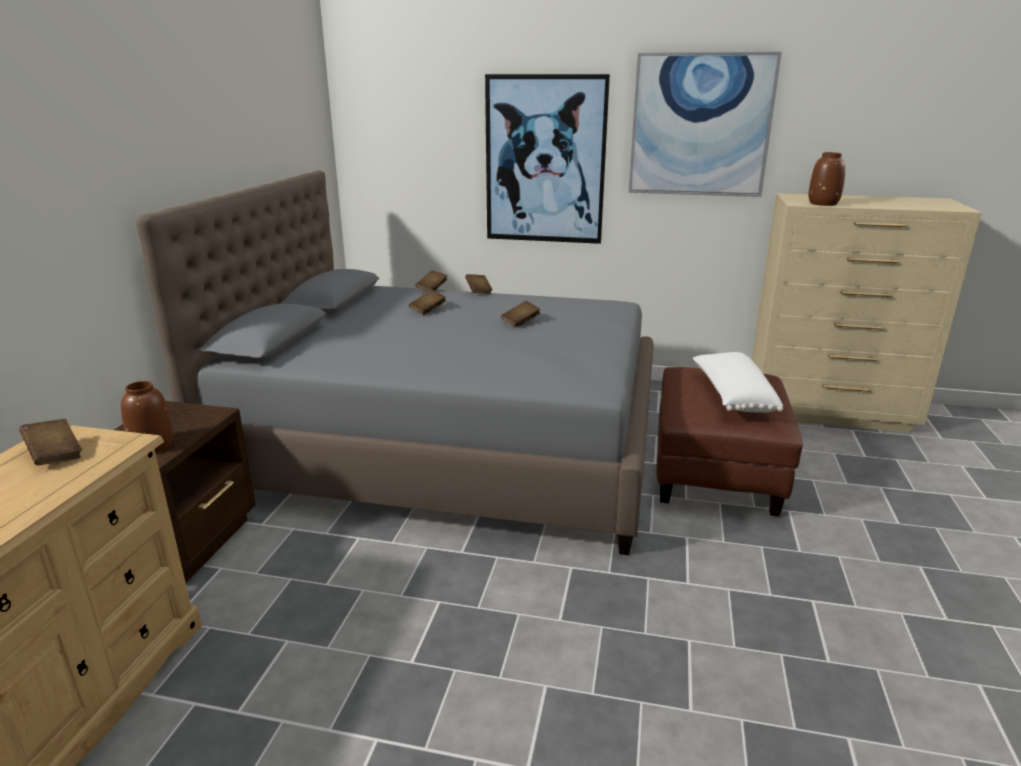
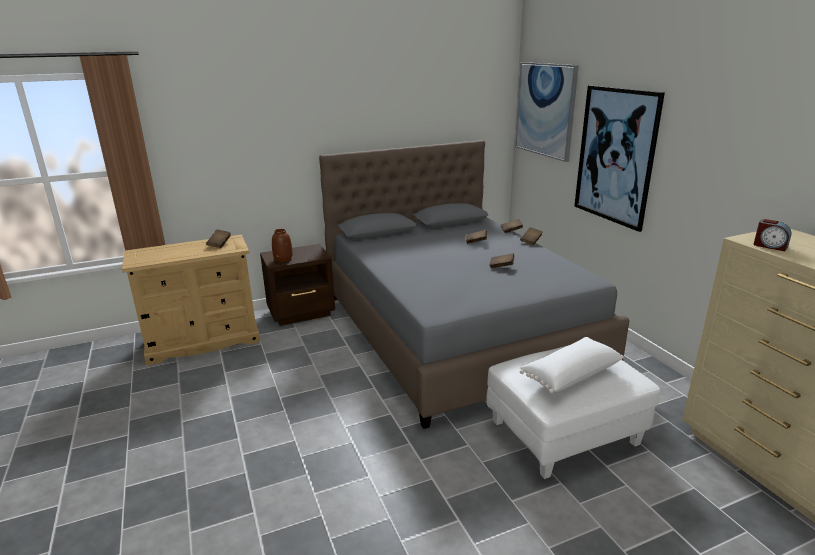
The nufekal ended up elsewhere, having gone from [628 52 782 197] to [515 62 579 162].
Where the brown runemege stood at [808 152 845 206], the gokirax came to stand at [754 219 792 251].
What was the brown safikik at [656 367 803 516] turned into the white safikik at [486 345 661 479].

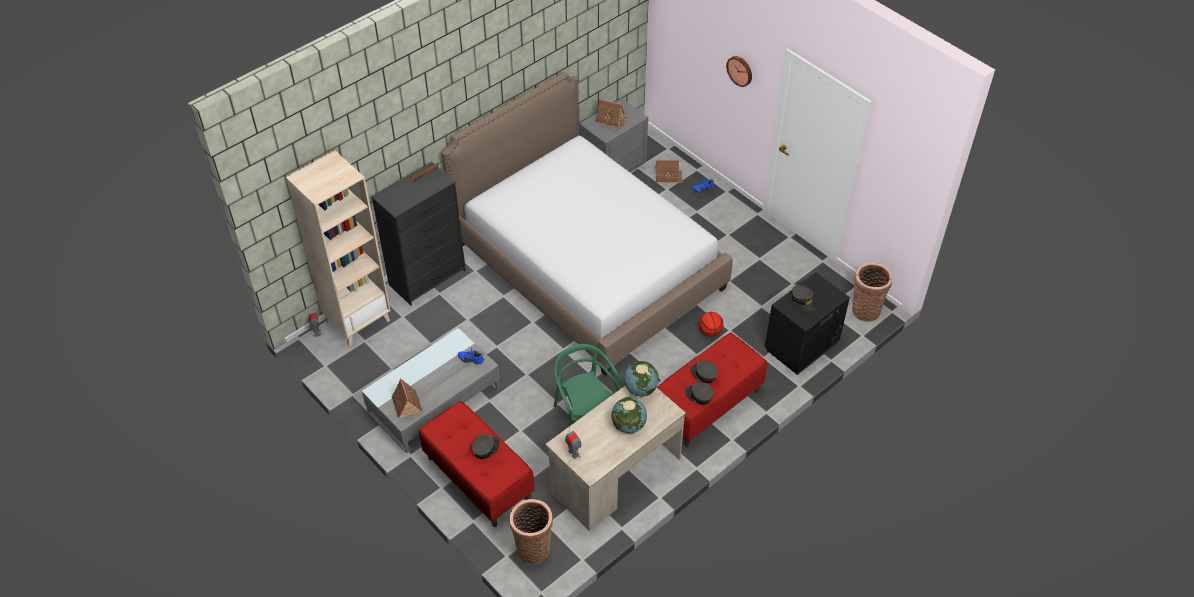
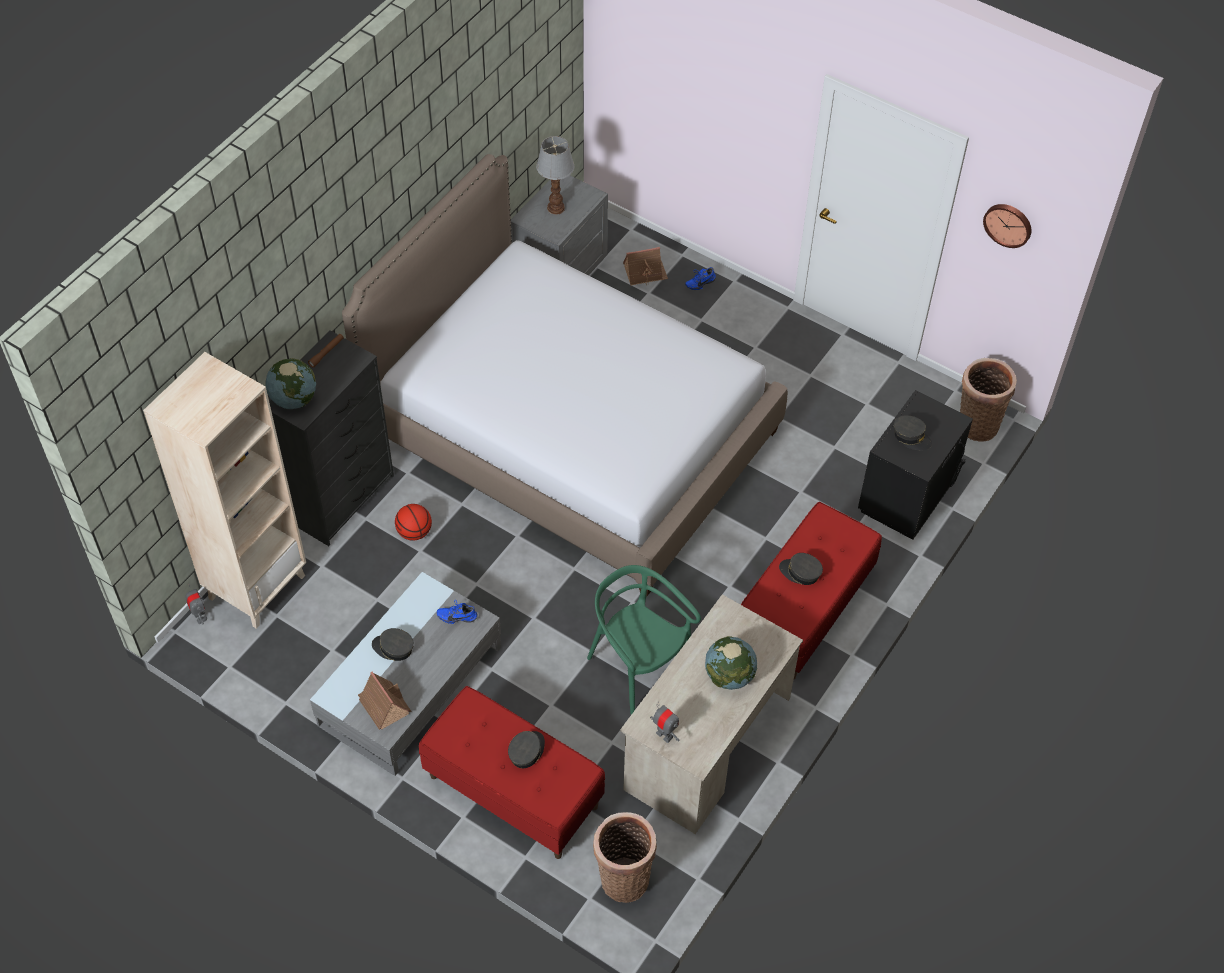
The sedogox ended up elsewhere, having gone from [624 361 659 396] to [265 358 316 409].
The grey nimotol ended up elsewhere, having gone from [685 382 714 405] to [372 628 414 661].
The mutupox ended up elsewhere, having gone from [699 312 724 337] to [395 504 432 541].
The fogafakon ended up elsewhere, having gone from [726 56 752 87] to [983 204 1032 248].
Where the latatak stood at [596 99 628 129], the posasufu came to stand at [536 136 574 215].

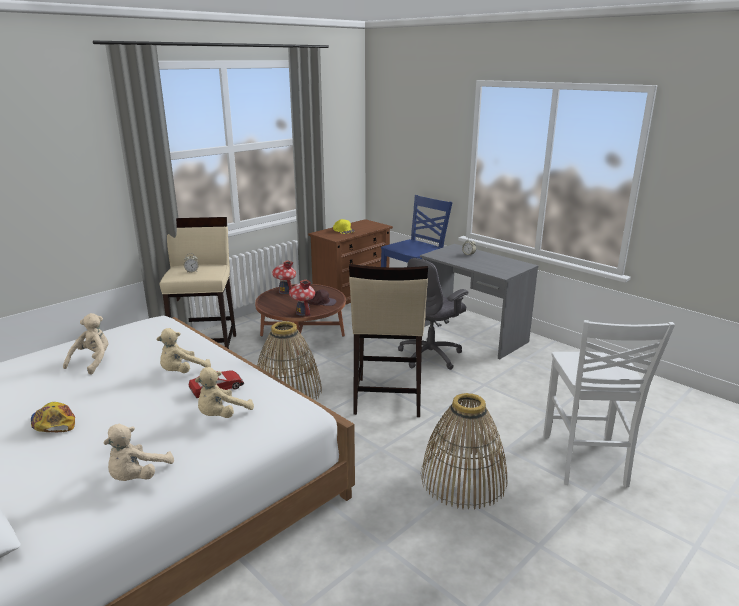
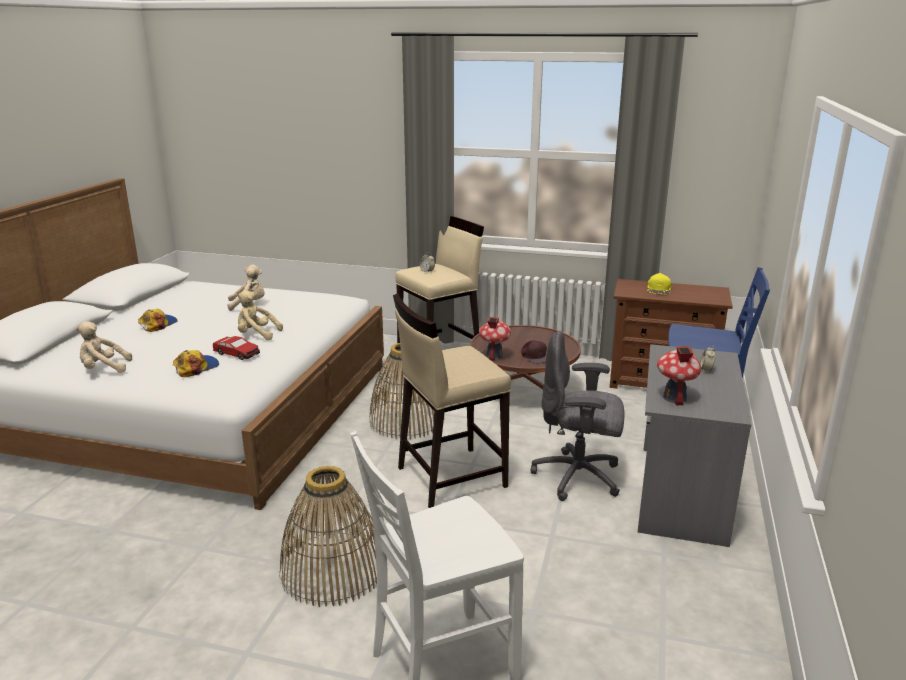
The latatak ended up elsewhere, having gone from [272 260 296 294] to [657 346 701 405].
Where the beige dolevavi stood at [195 367 254 418], the nimotol came to stand at [173 350 219 377].

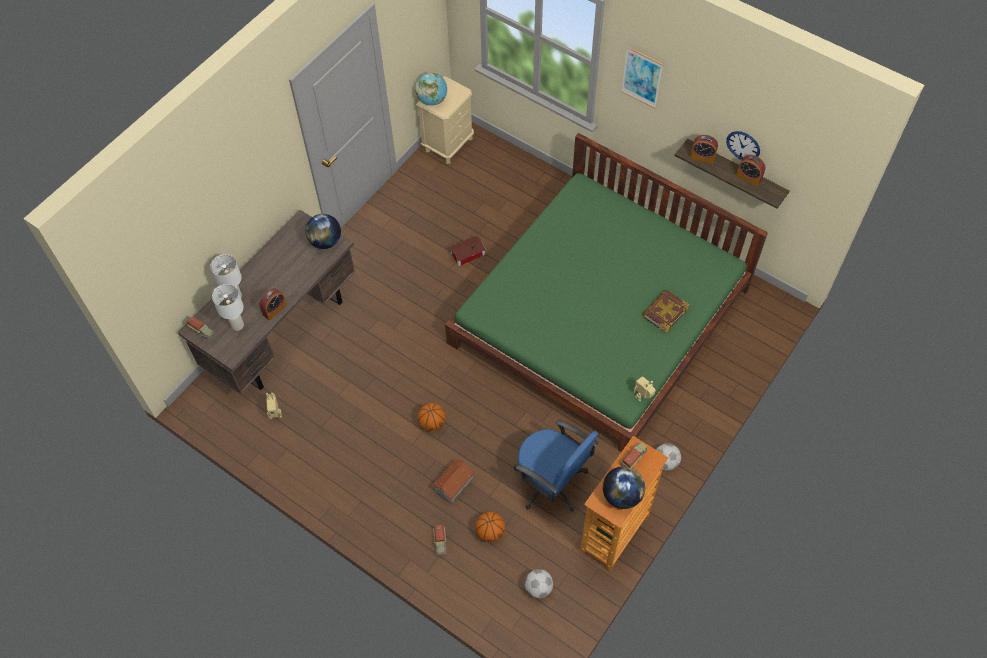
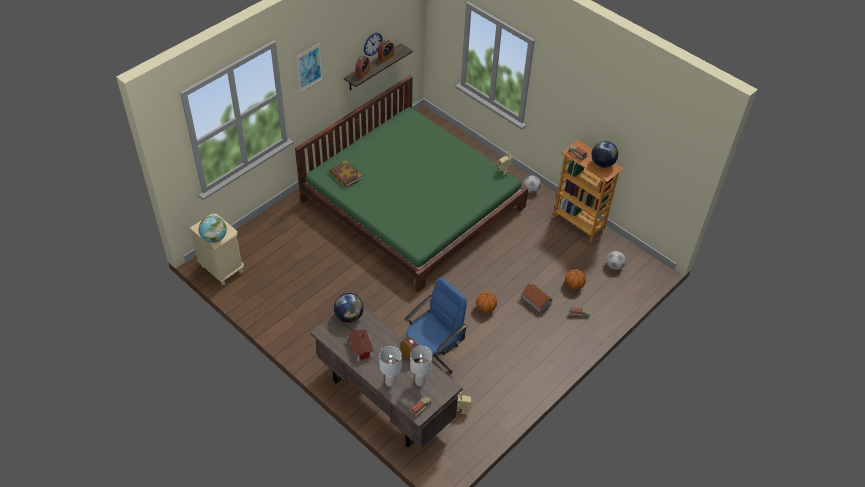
The latatak ended up elsewhere, having gone from [450 236 486 266] to [348 329 374 361].
The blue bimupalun ended up elsewhere, having gone from [514 420 599 512] to [405 277 467 374].
The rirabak ended up elsewhere, having gone from [642 290 689 333] to [329 161 362 188].

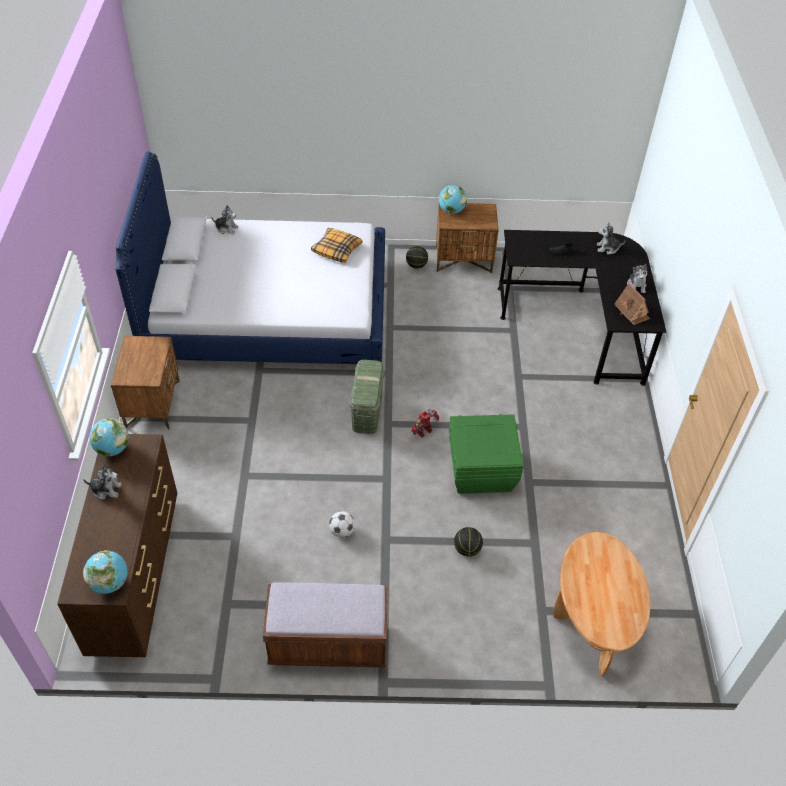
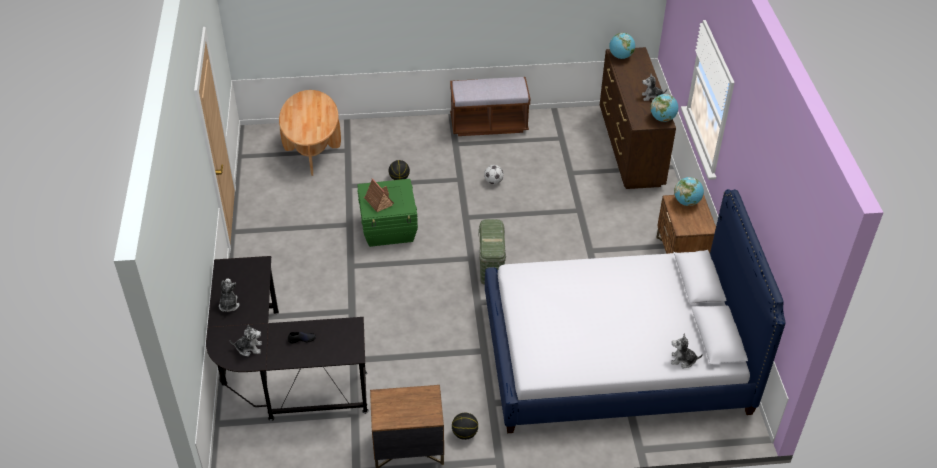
The second view lost the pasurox at [311 228 362 263].
The second view lost the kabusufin at [412 409 439 438].
The sedogox ended up elsewhere, having gone from [439 185 467 214] to [674 177 704 206].
The latatak ended up elsewhere, having gone from [614 283 650 325] to [364 178 394 212].

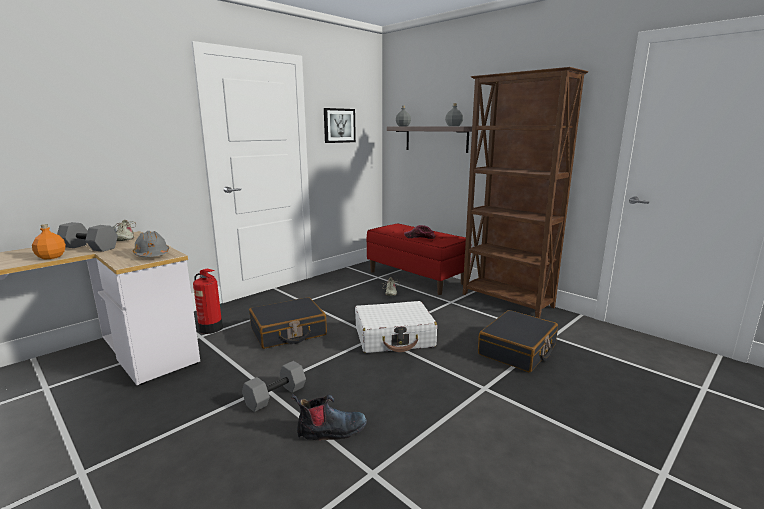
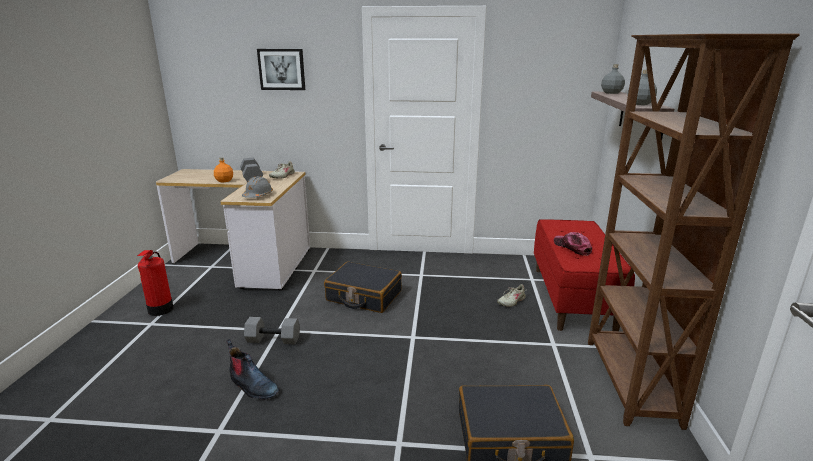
The second view lost the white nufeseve at [355 301 437 353].
The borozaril ended up elsewhere, having gone from [193 269 223 334] to [137 250 174 316].
The nufekal ended up elsewhere, having gone from [324 108 356 143] to [257 49 305 90].

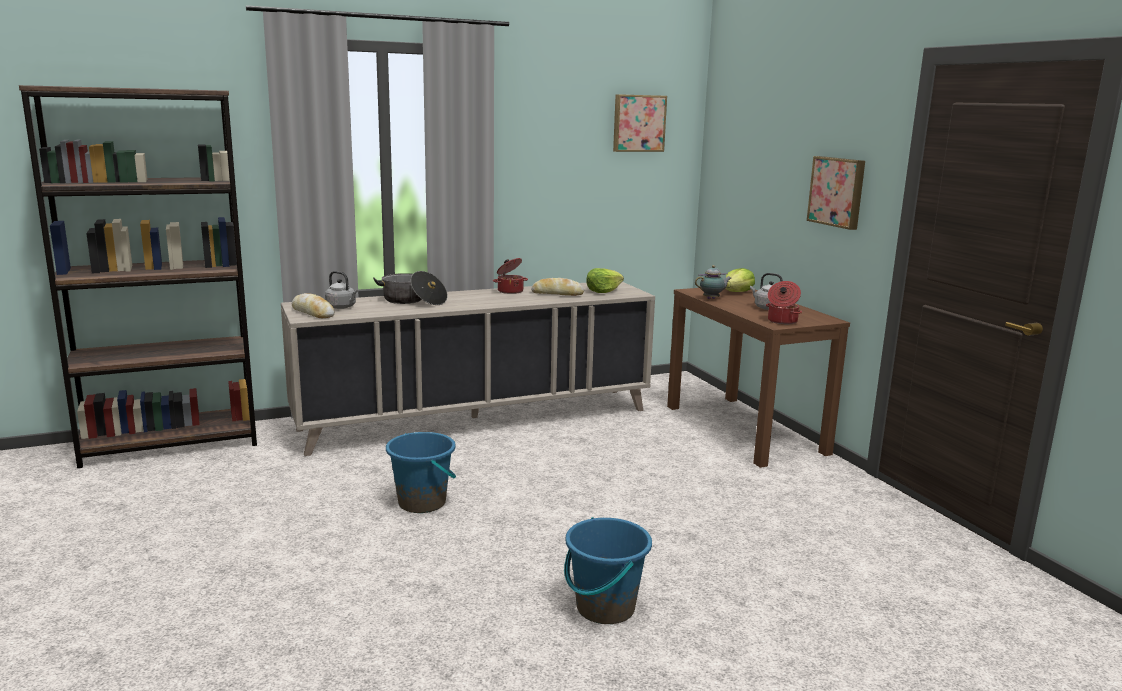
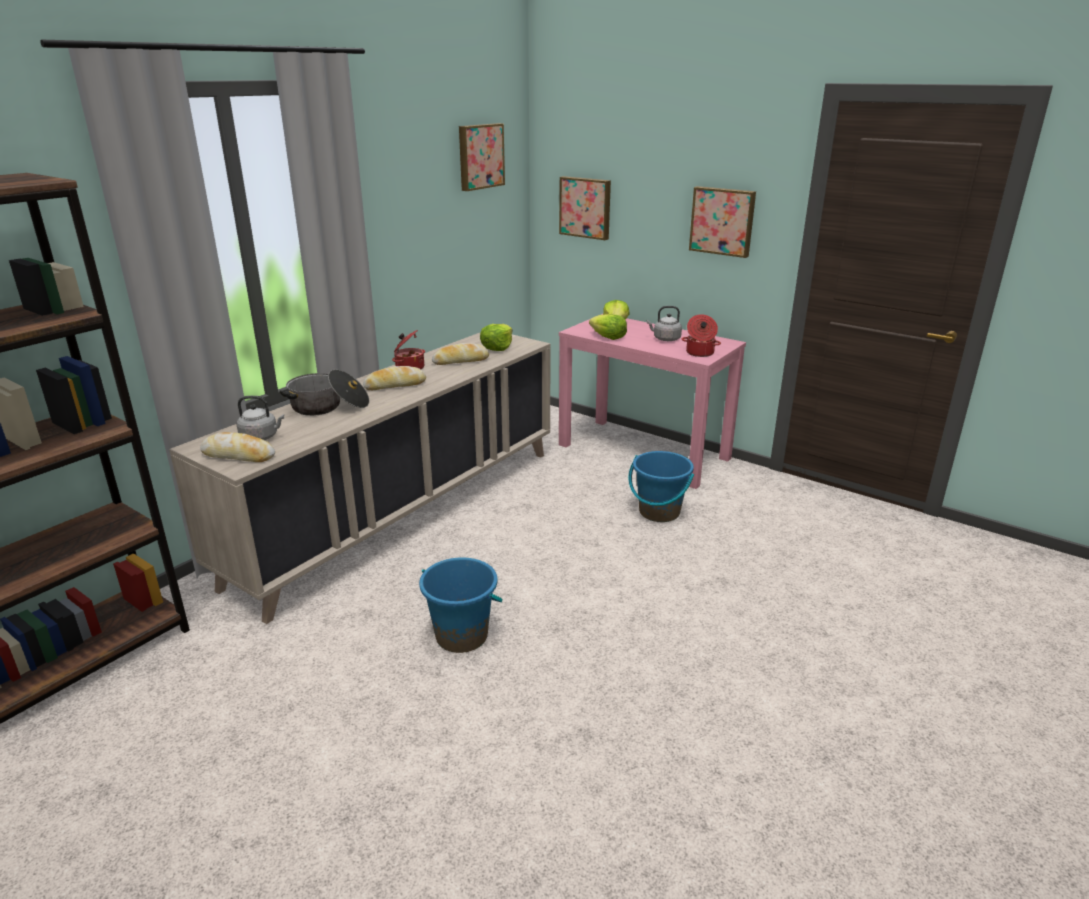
The second view gained the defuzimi at [363 366 426 390].
The second view gained the nufekal at [559 176 611 240].
The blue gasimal ended up elsewhere, having gone from [564 517 652 624] to [628 451 694 522].
Where the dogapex stood at [695 265 731 299], the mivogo came to stand at [589 314 627 340].
What was the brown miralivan at [667 288 850 468] turned into the pink miralivan at [559 314 746 489].

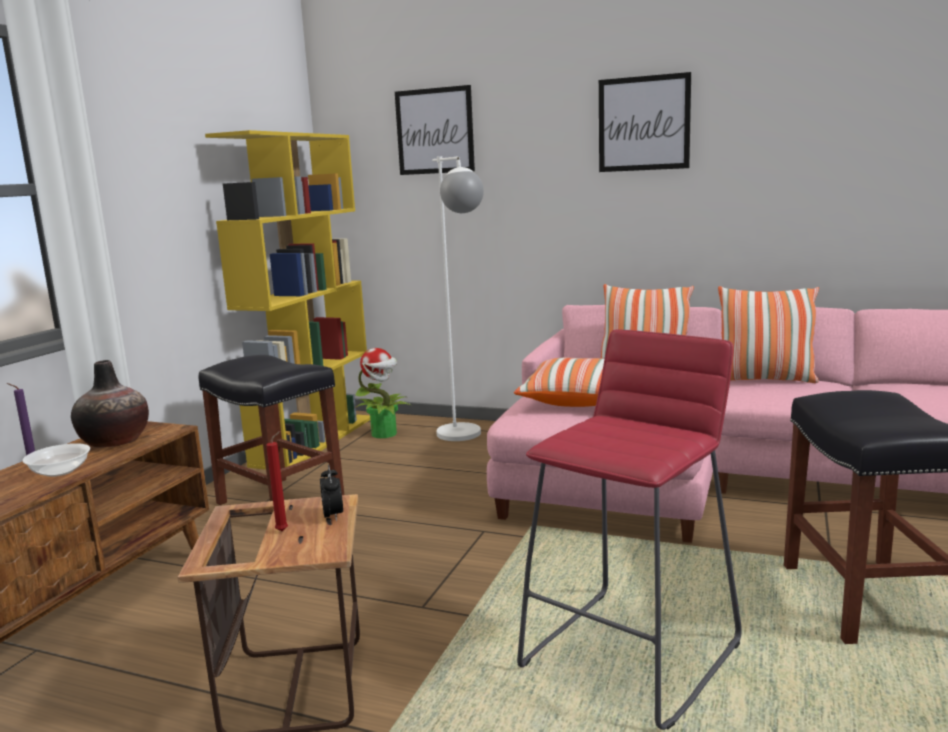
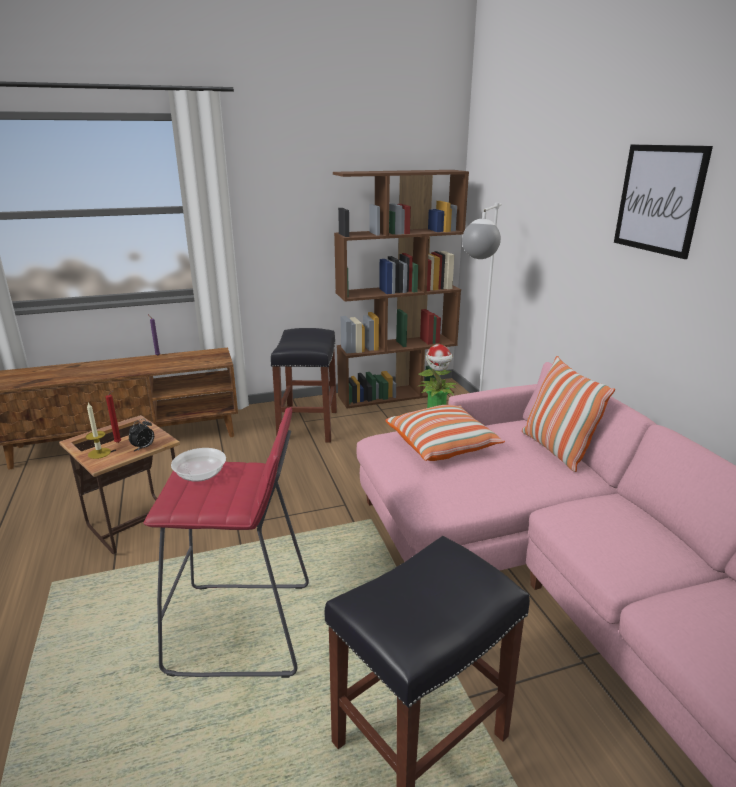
The second view lost the runemege at [71 360 149 448].
The second view lost the nufekal at [395 85 475 175].
The second view lost the pasurox at [718 286 819 383].
The second view gained the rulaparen at [86 402 111 459].
The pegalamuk ended up elsewhere, having gone from [22 443 90 477] to [171 448 226 482].
What was the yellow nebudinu at [205 130 370 470] turned into the brown nebudinu at [333 170 469 408].

